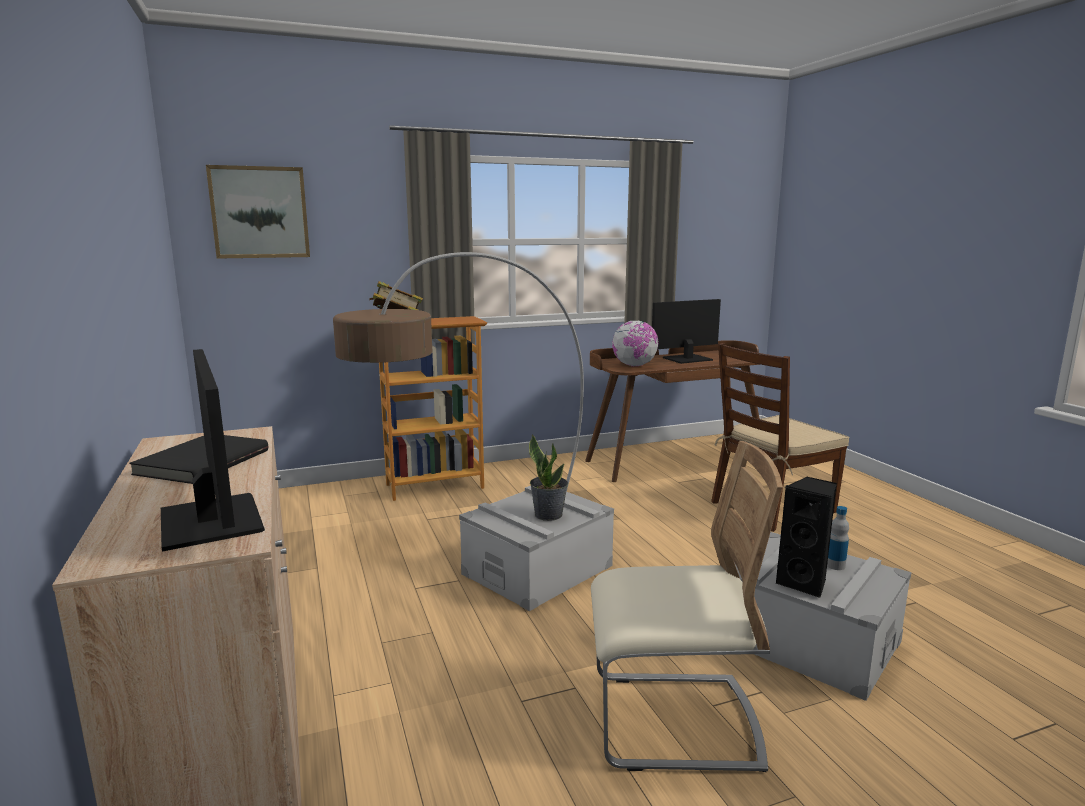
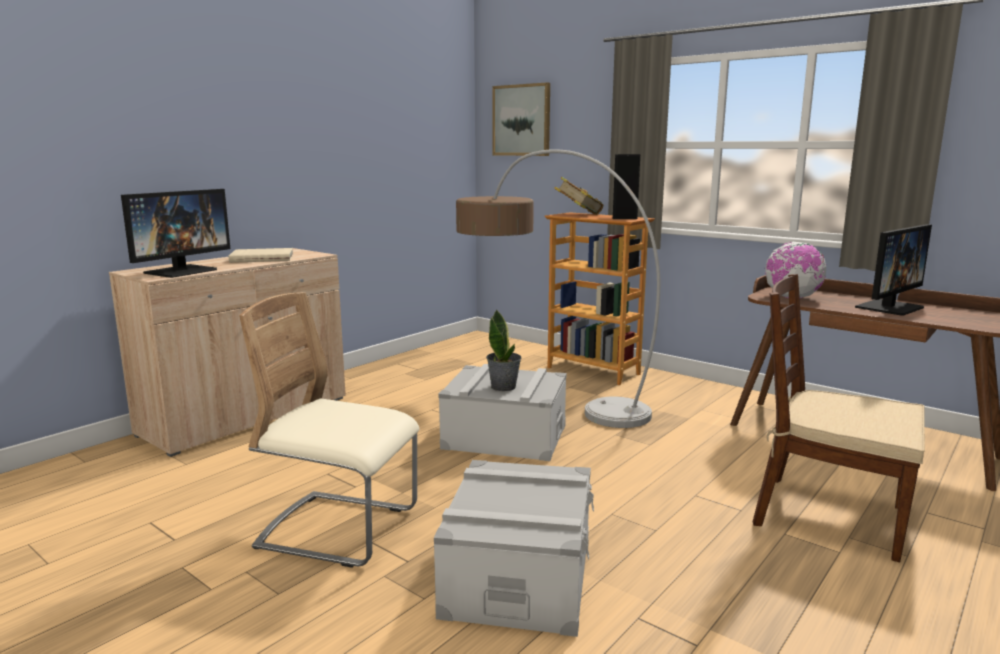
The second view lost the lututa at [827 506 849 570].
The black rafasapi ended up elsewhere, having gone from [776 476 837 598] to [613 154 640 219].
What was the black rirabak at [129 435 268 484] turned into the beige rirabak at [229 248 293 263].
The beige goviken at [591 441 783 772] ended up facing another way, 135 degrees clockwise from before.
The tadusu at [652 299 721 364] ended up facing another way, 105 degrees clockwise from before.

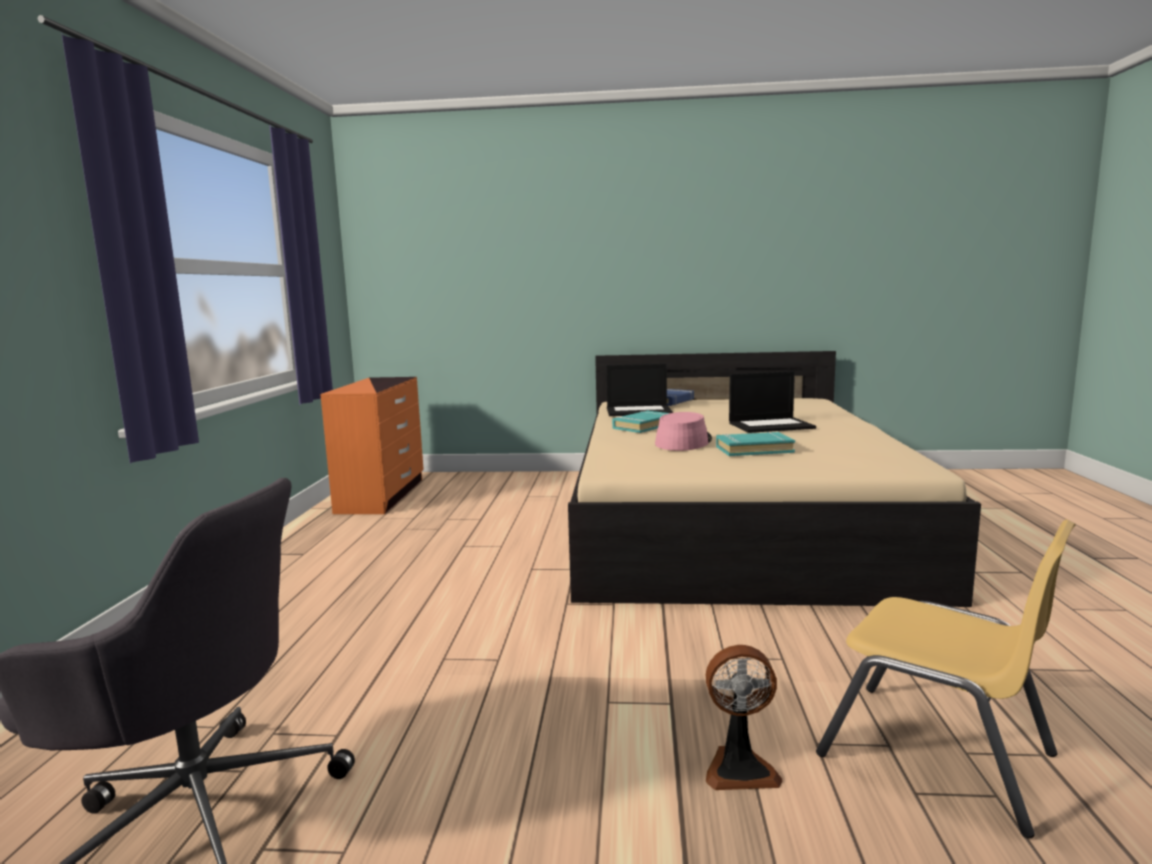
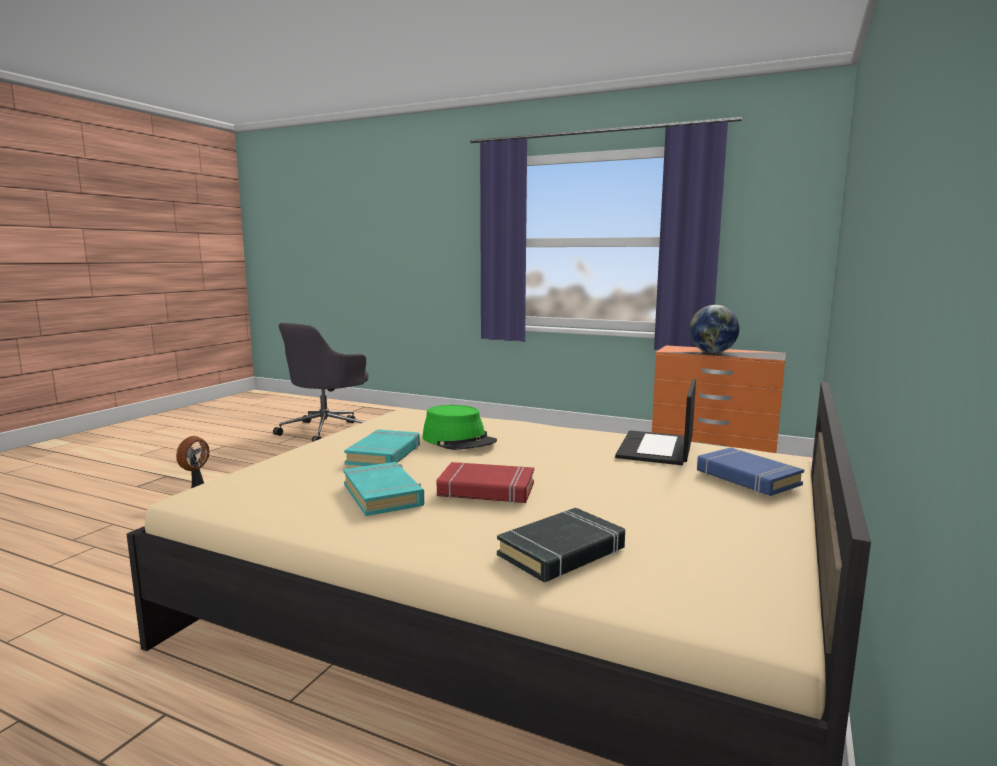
The second view lost the yellow goviken at [816 520 1076 838].
The second view gained the black rirabak at [497 508 625 582].
The second view gained the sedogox at [689 305 740 353].
The turquoise rirabak ended up elsewhere, having gone from [612 411 669 433] to [343 462 424 516].
Where the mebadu stood at [729 371 816 433], the red rirabak came to stand at [437 462 534 503].
What was the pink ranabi at [655 412 712 451] turned into the green ranabi at [422 405 497 450].

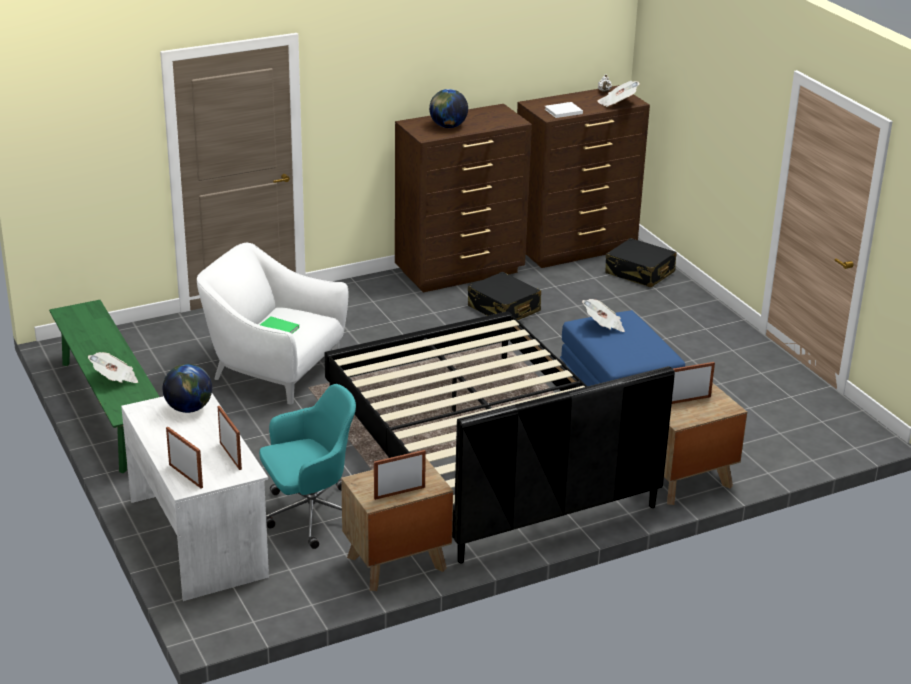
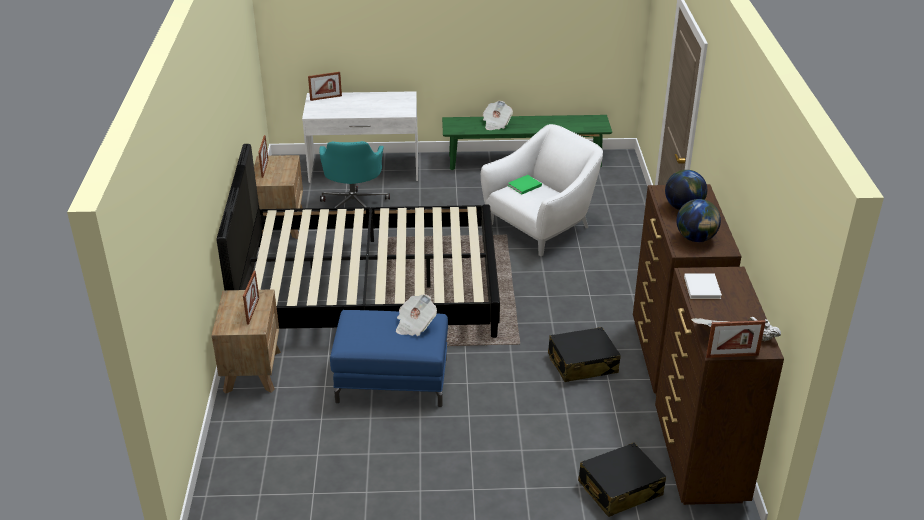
The sedogox ended up elsewhere, having gone from [163 364 212 413] to [677 199 721 242].
The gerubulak ended up elsewhere, having gone from [218 406 242 470] to [706 320 766 358].

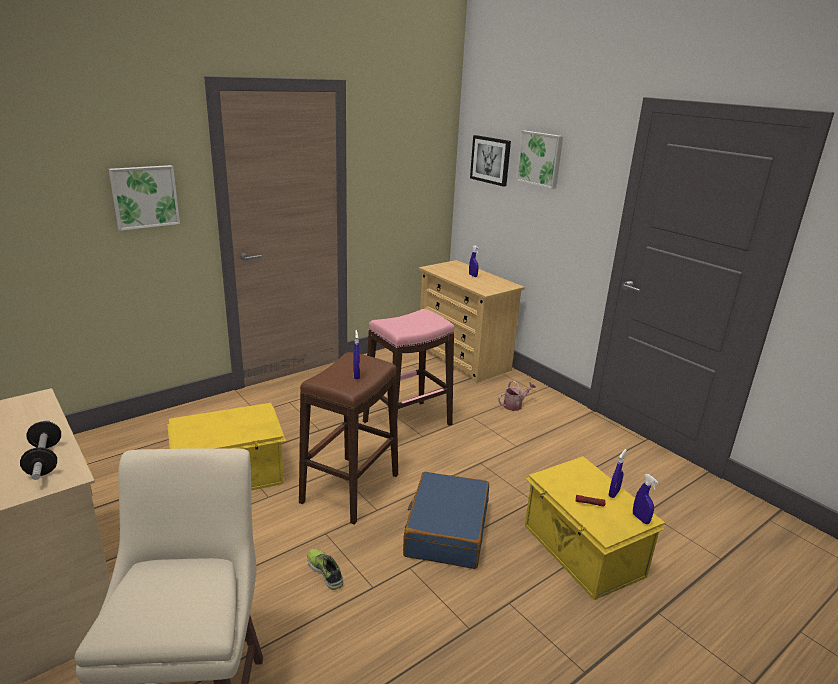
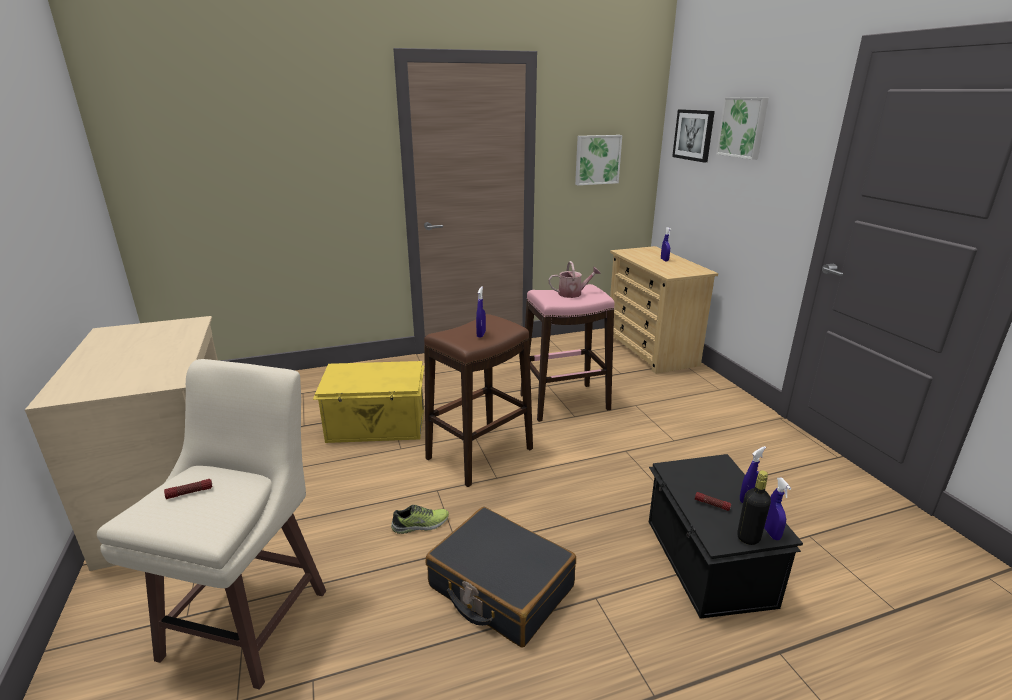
The second view lost the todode at [20 420 61 480].
The second view lost the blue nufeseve at [403 472 489 569].
The second view gained the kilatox at [164 479 212 499].
The second view gained the black nufeseve at [425 507 576 647].
The second view gained the black lututa at [737 470 771 545].
The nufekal ended up elsewhere, having gone from [109 165 180 231] to [575 135 622 185].
The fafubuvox ended up elsewhere, having gone from [498 381 536 411] to [549 261 601 298].
What was the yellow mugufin at [525 456 665 600] turned into the black mugufin at [649 454 803 619].
The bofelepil at [307 549 343 590] ended up facing another way, 90 degrees clockwise from before.

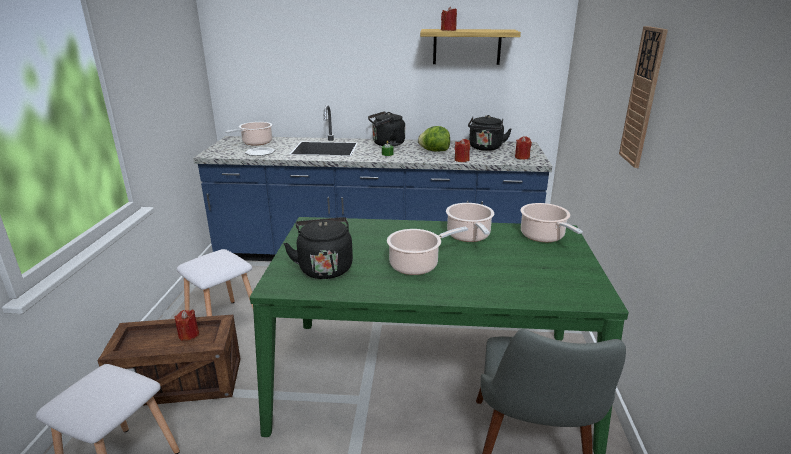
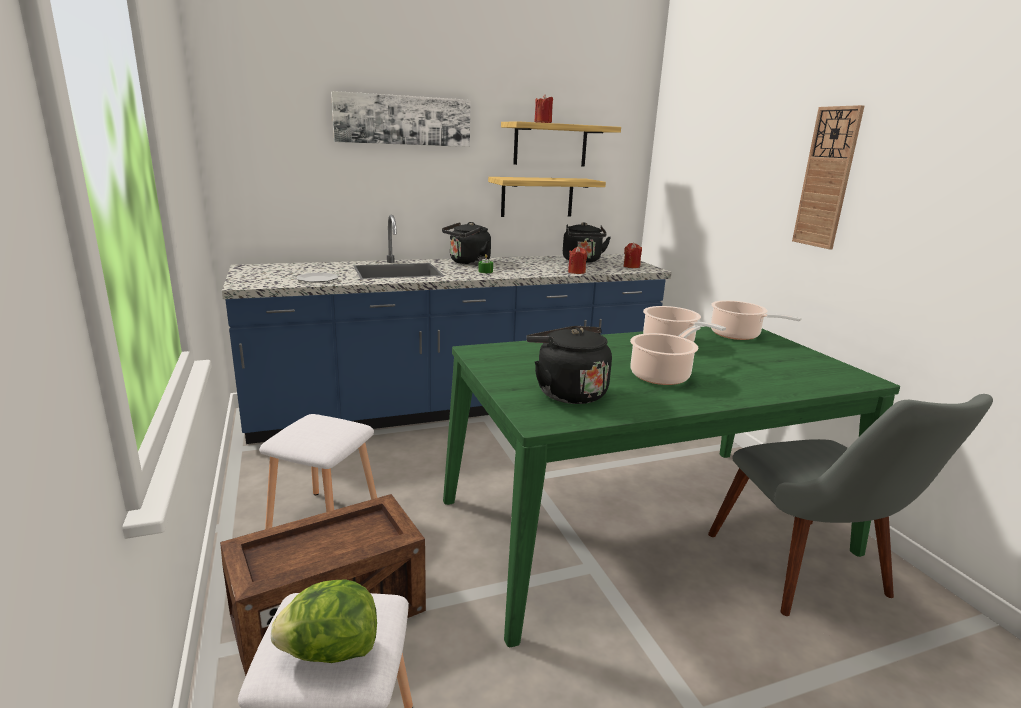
The second view lost the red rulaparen at [175 309 199 341].
The second view lost the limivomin at [225 122 272 146].
The second view gained the nufekal at [331 91 470 147].
The second view gained the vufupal at [488 177 606 217].
The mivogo ended up elsewhere, having gone from [418 126 450 152] to [271 579 377 663].

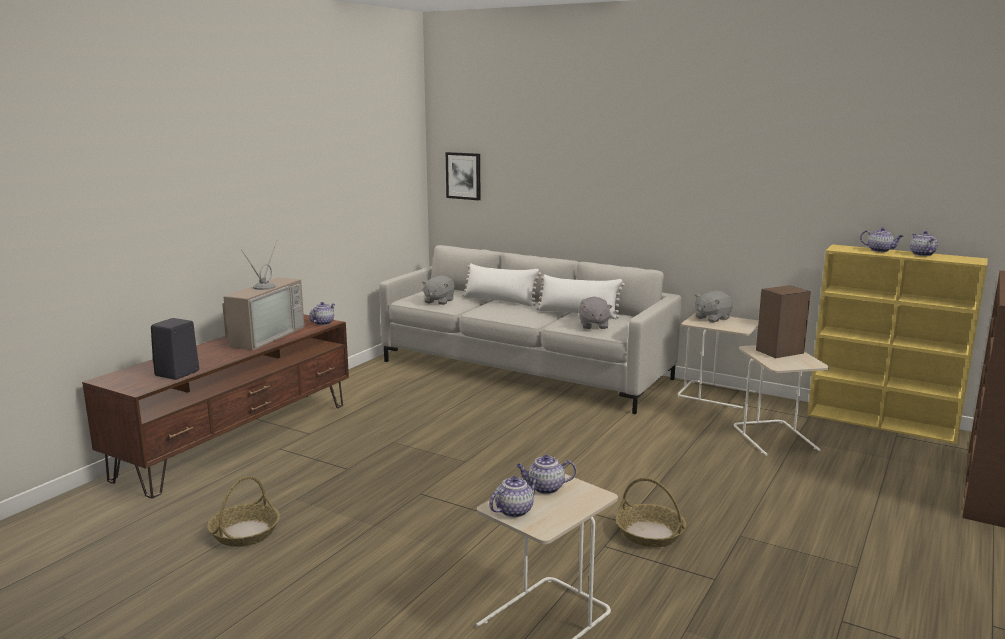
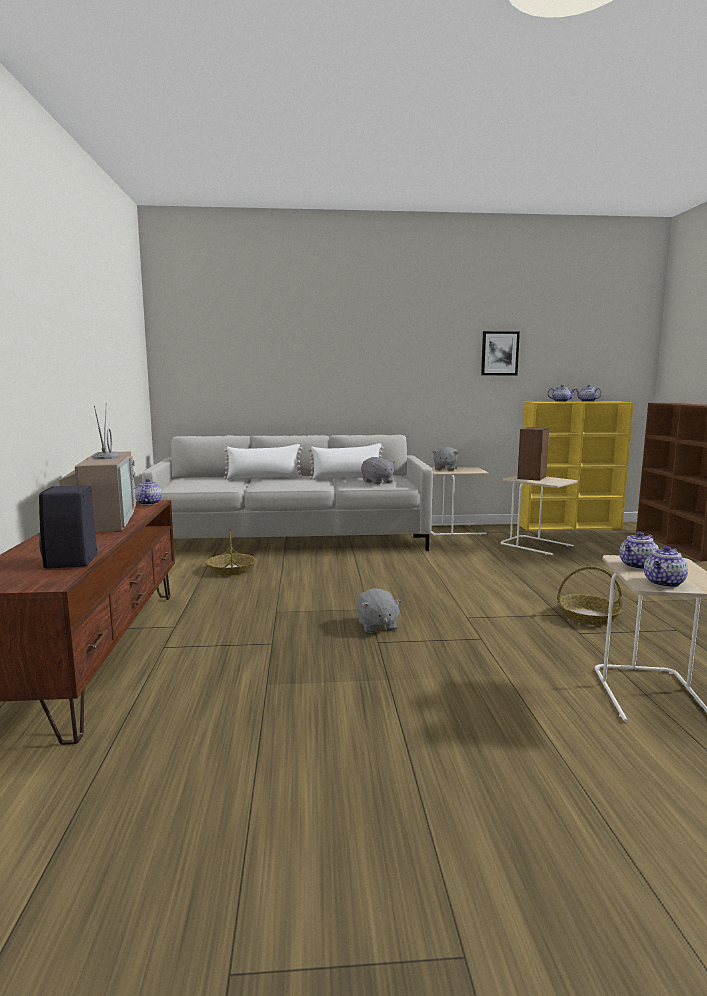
The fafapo ended up elsewhere, having gone from [207 476 280 547] to [206 529 256 576].
The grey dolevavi ended up elsewhere, having gone from [421 275 455 305] to [356 588 402 633].
The nufekal ended up elsewhere, having gone from [446 152 481 201] to [481 331 520 375].
The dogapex at [489 476 538 518] ended up facing another way, 150 degrees counterclockwise from before.

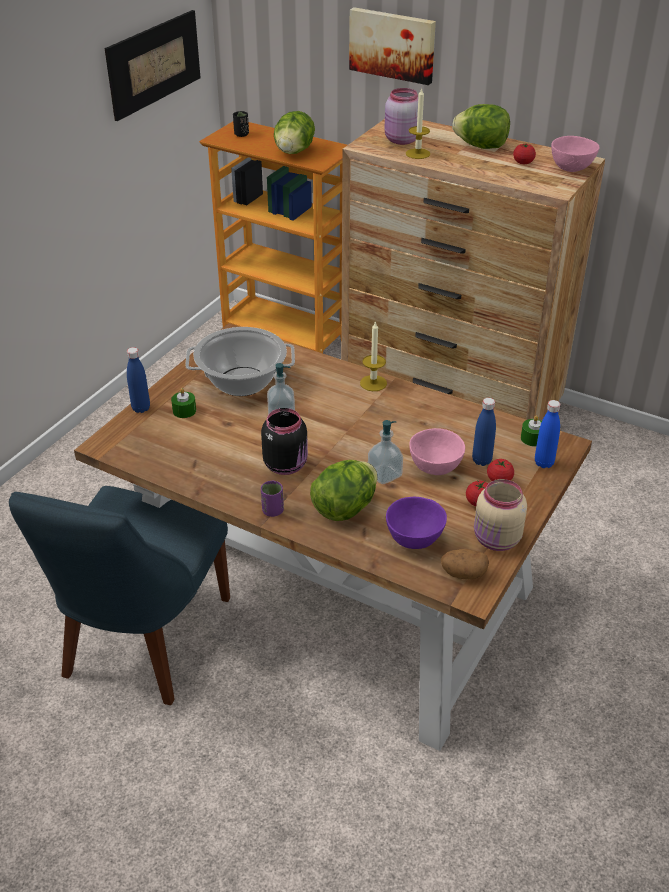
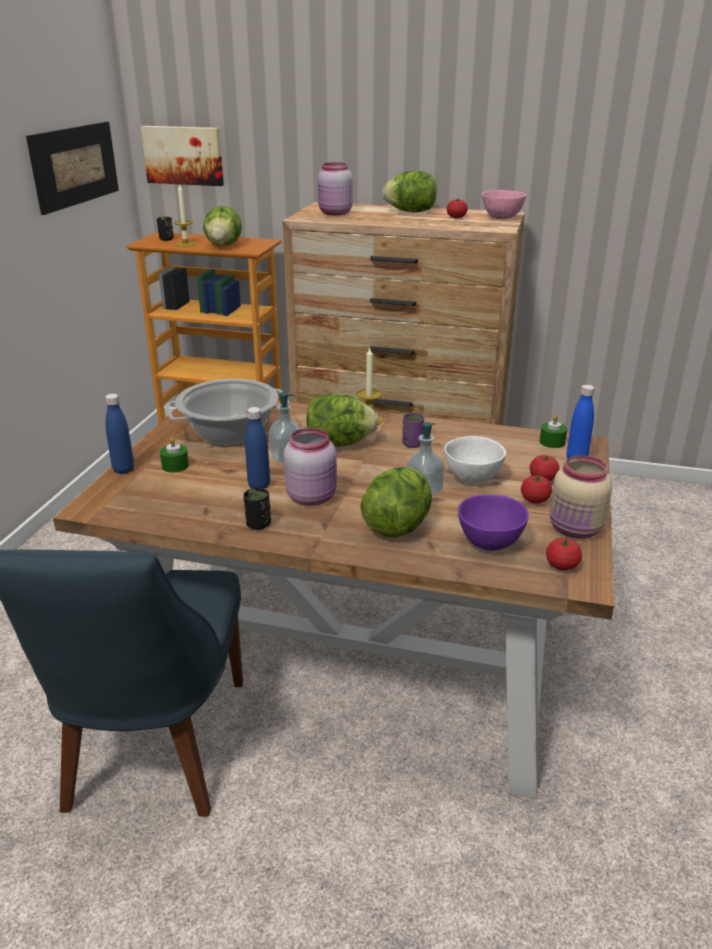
The second view gained the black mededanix at [243 488 271 530].
The second view gained the mivogo at [306 394 379 447].
The purple mededanix ended up elsewhere, having gone from [261 481 284 517] to [402 413 424 448].
The nufekal ended up elsewhere, having gone from [349 7 436 85] to [141 126 224 186].
The rulaparen ended up elsewhere, having gone from [406 87 430 159] to [174 183 197 247].
The blue lututa ended up elsewhere, having gone from [472 398 496 466] to [245 407 270 488].
Where the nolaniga stood at [441 549 489 580], the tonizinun came to stand at [546 536 582 570].
What was the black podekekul at [261 408 308 475] turned into the pink podekekul at [284 428 337 506].
What was the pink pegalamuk at [409 428 465 475] turned into the white pegalamuk at [444 436 506 483].

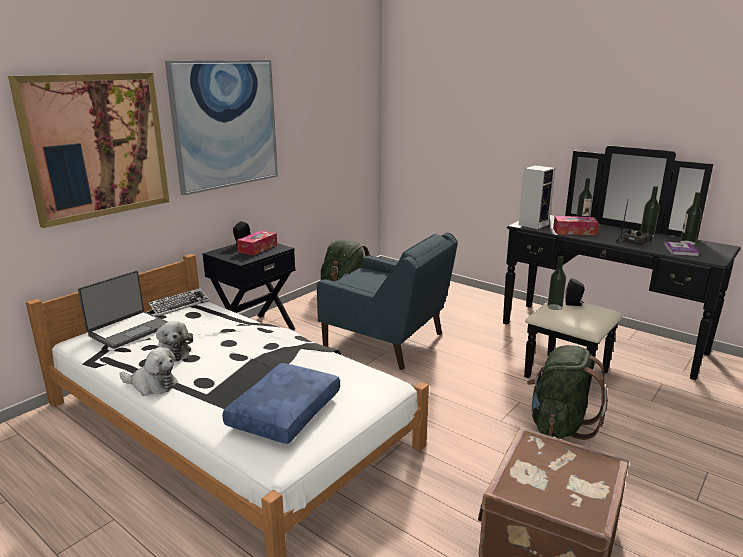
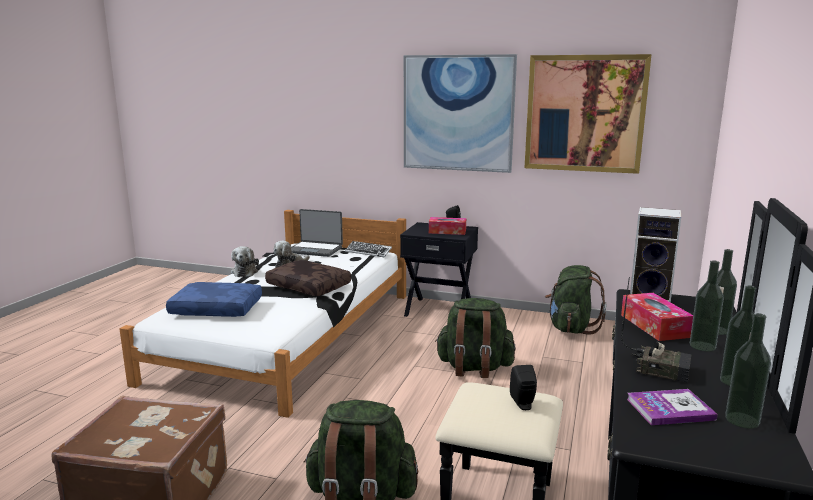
The second view gained the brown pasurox at [265 260 351 296].
The nufekal ended up elsewhere, having gone from [8 73 170 228] to [524 54 652 174].
The lututa ended up elsewhere, having gone from [547 256 566 310] to [690 260 724 352].
Where the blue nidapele stood at [317 233 458 370], the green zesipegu came to stand at [435 298 516 378].

